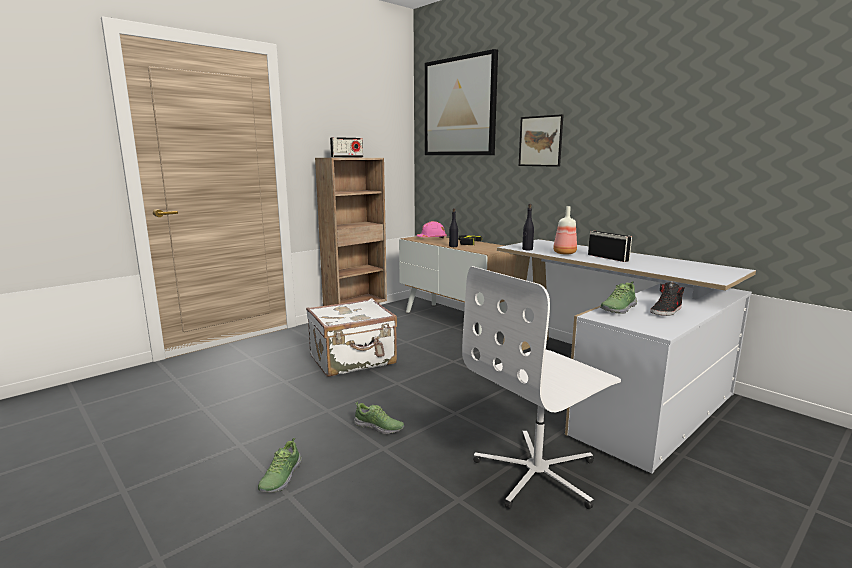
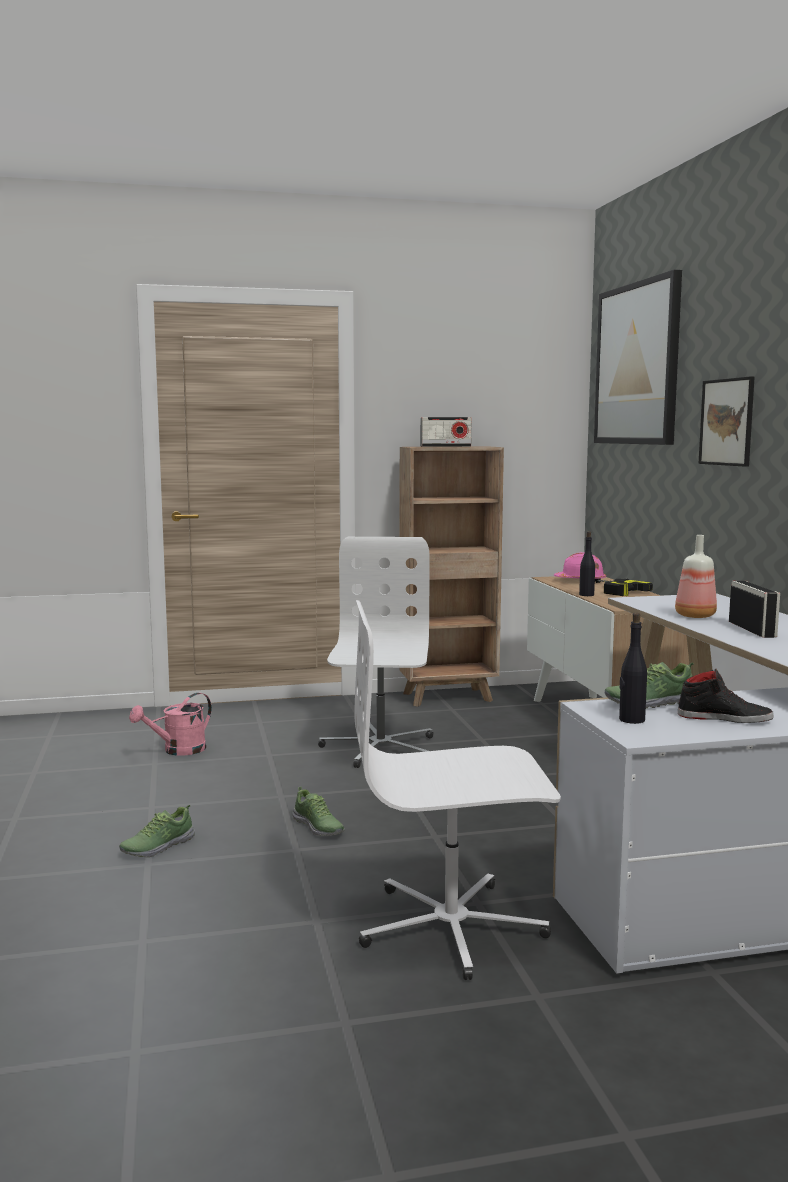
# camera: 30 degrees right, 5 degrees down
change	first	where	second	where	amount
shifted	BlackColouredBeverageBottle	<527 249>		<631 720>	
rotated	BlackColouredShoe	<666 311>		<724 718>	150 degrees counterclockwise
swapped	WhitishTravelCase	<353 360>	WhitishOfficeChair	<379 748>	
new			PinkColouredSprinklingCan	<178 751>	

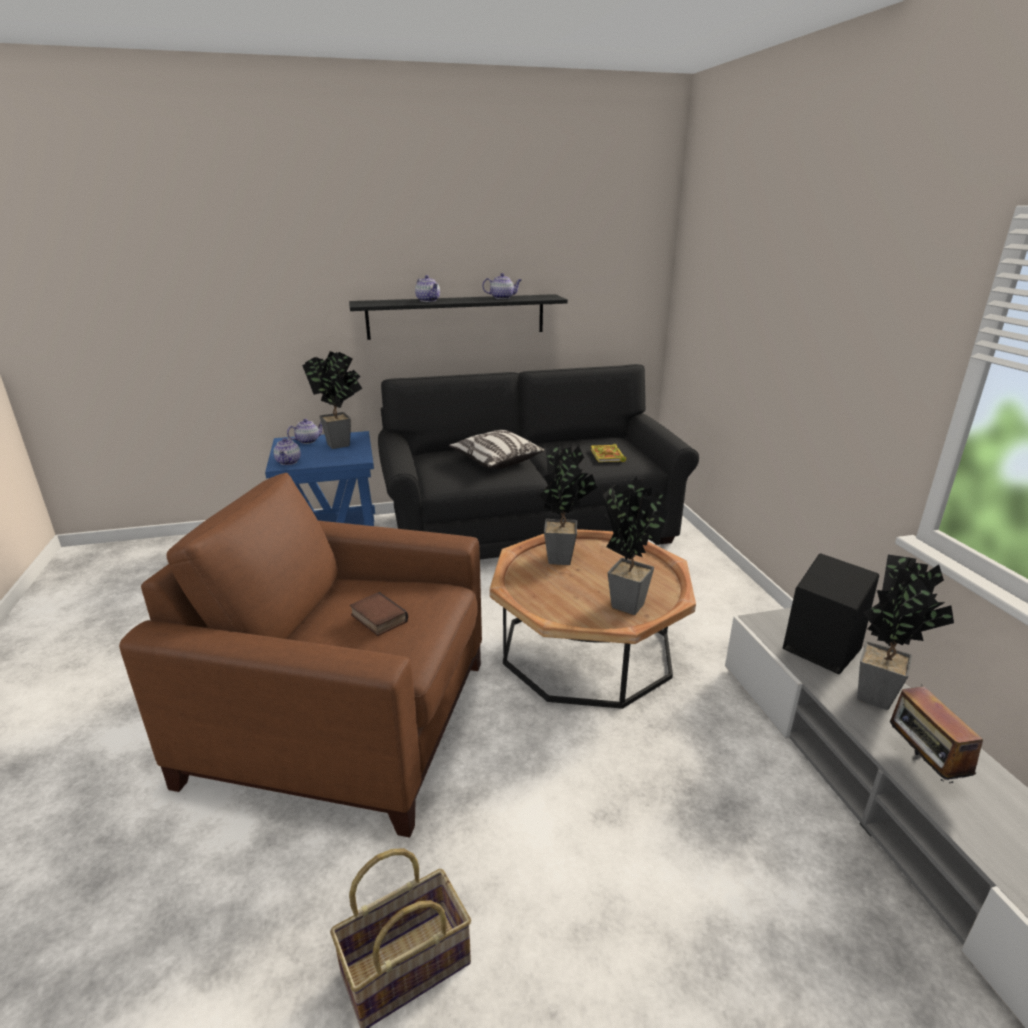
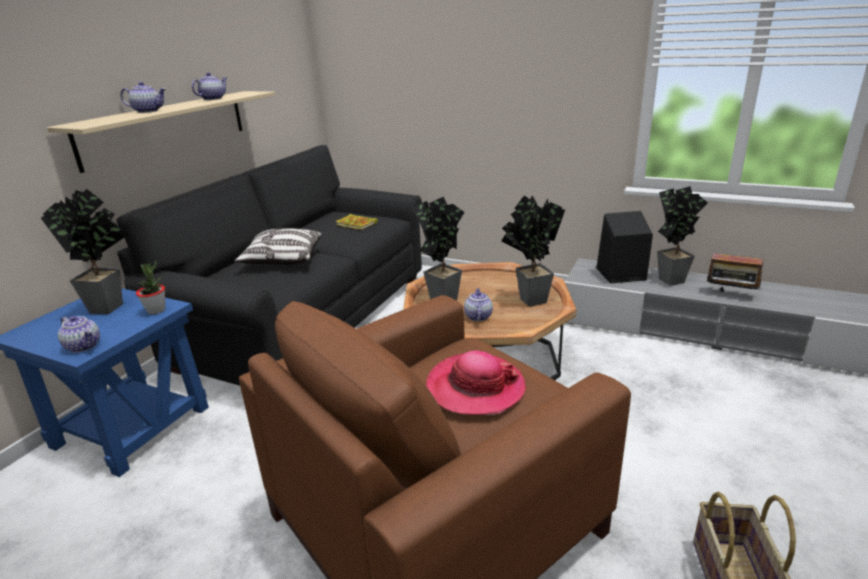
# camera: 50 degrees left, 0 degrees up
change	first	where	second	where	amount
repainted	BlackColouredBracketShelf	<456 316>	SandColouredBracketShelf	<167 127>	
shifted	TeaPot	<308 441>		<478 316>	
swapped	Book	<377 618>	WearableHat	<475 387>	
new			Houseplant	<156 310>	

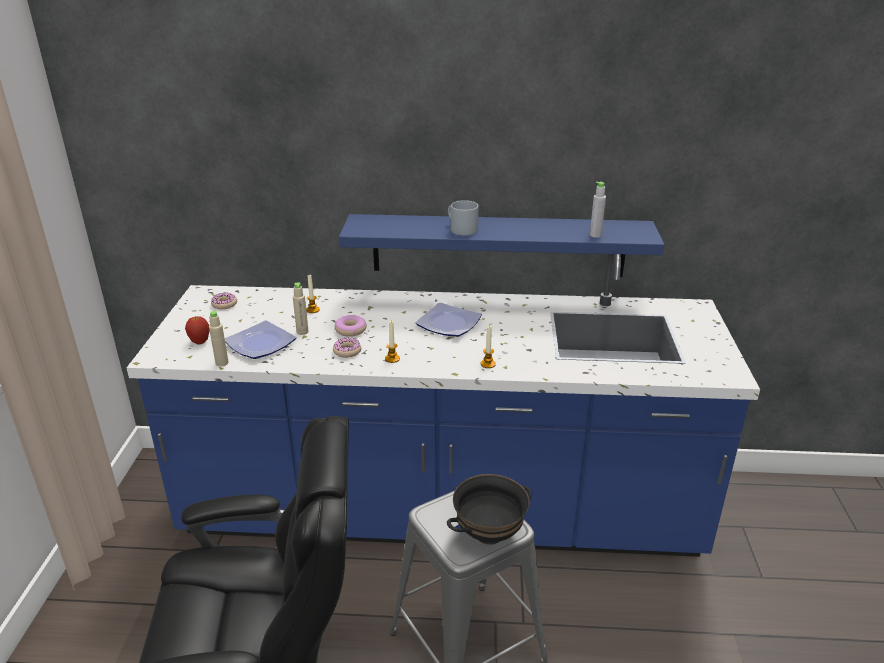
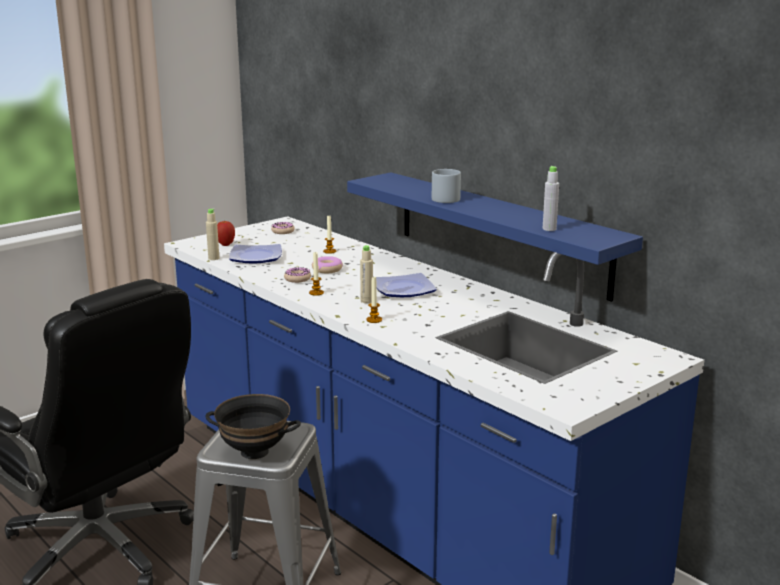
# camera: 45 degrees right, 10 degrees down
change	first	where	second	where	amount
shifted	SandColouredBeverageBottle	<302 332>		<366 301>	

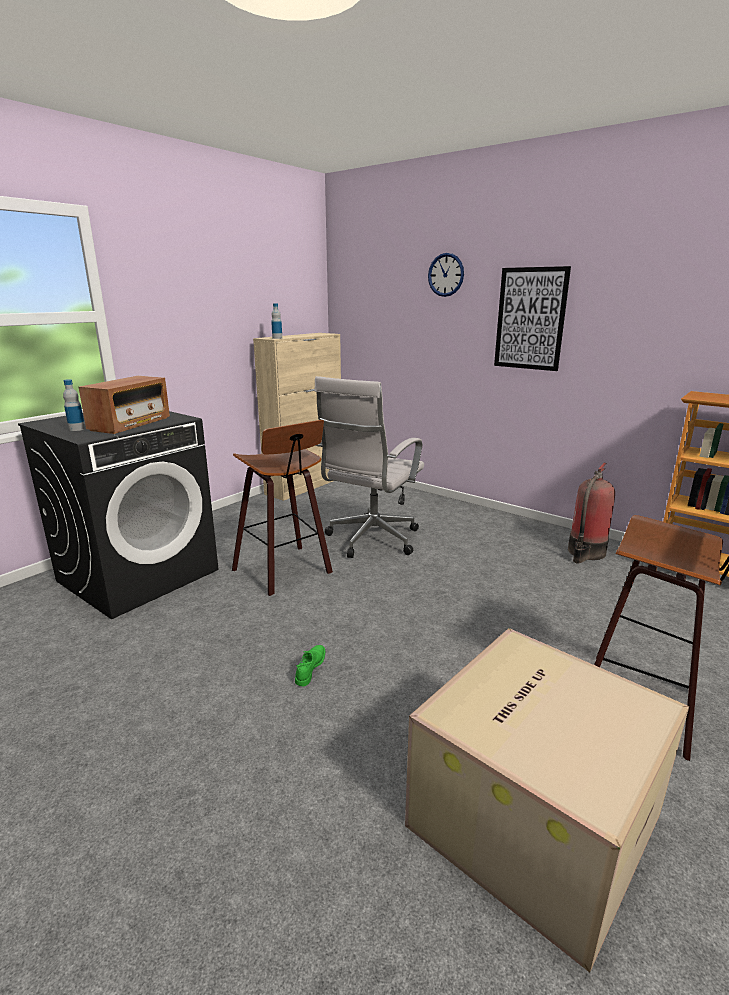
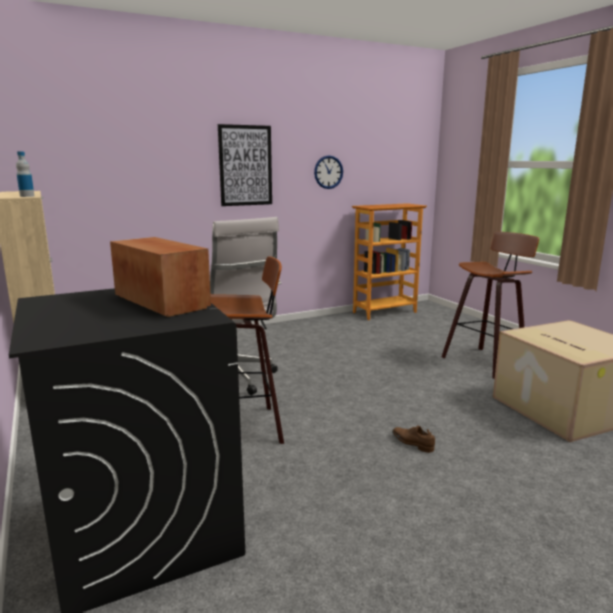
# camera: 65 degrees left, 5 degrees down
change	first	where	second	where	amount
shifted	HangingClock	<446 275>		<328 172>	
gone	BeverageBottle	<77 429>			
gone	Extinguisher	<585 553>			
repainted	GreenShoe	<310 668>	BrownishShoe	<412 443>	

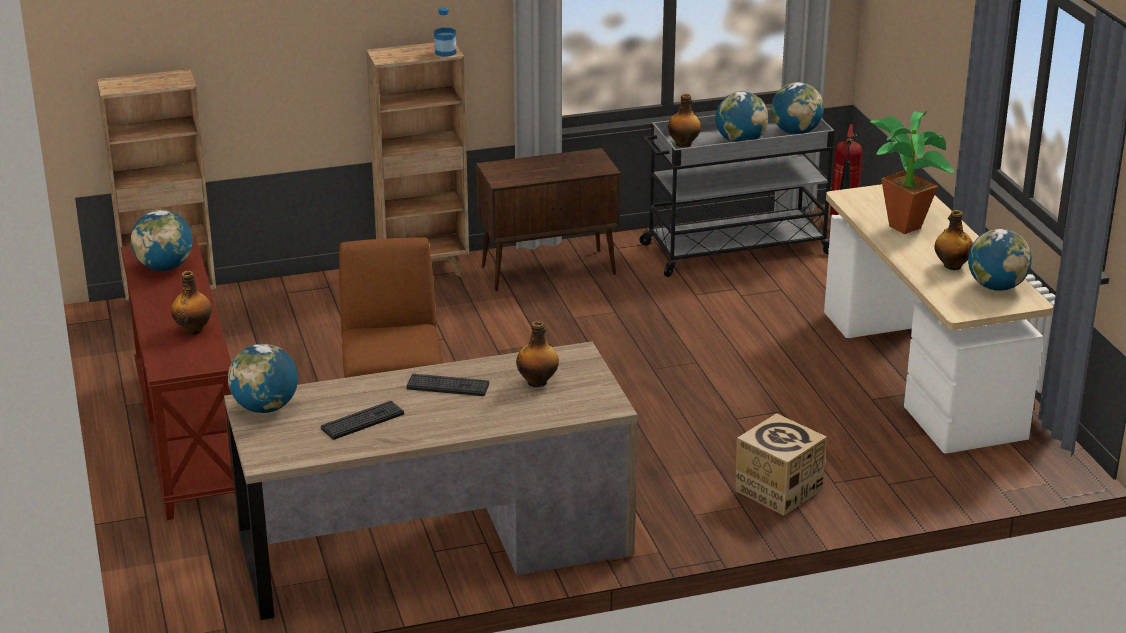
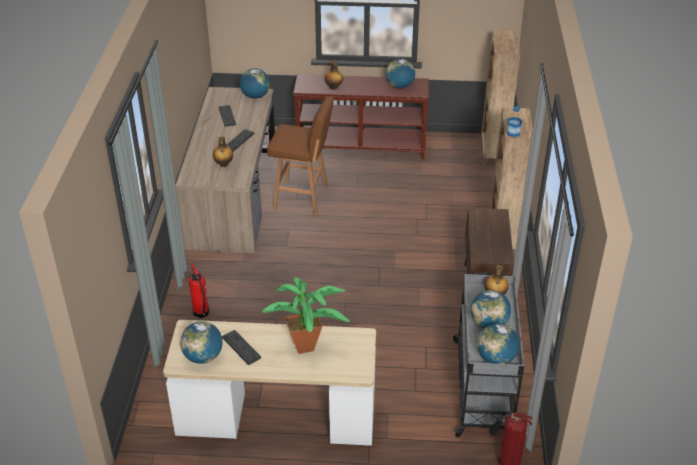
# camera: 110 degrees right, 10 degrees up
change	first	where	second	where	amount
swapped	BeverageBottle	<951 266>	PcKeyboard	<241 347>	
swapped	Carton	<778 490>	Extinguisher	<201 313>	

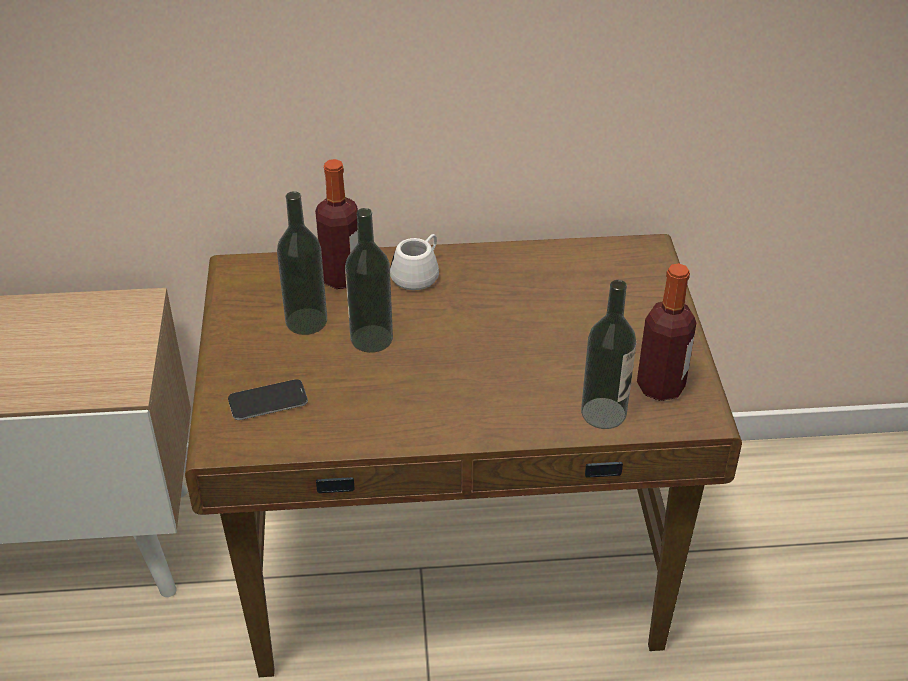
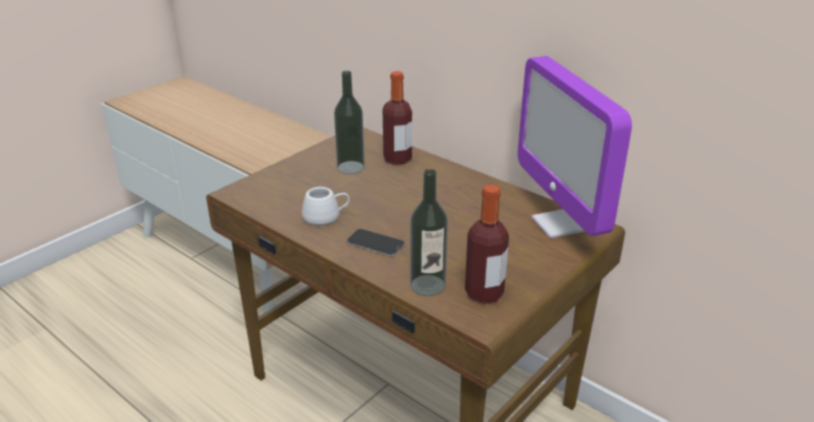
# camera: 45 degrees right, 10 degrees down
change	first	where	second	where	amount
gone	BeverageBottle	<371 338>			
shifted	WhitishMug	<418 273>		<326 216>	
shifted	Handset	<268 401>		<375 243>	
new			Monitor	<560 224>	

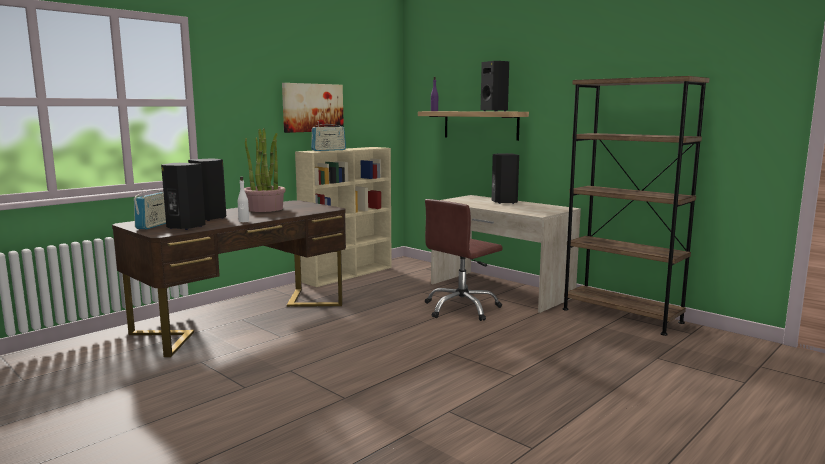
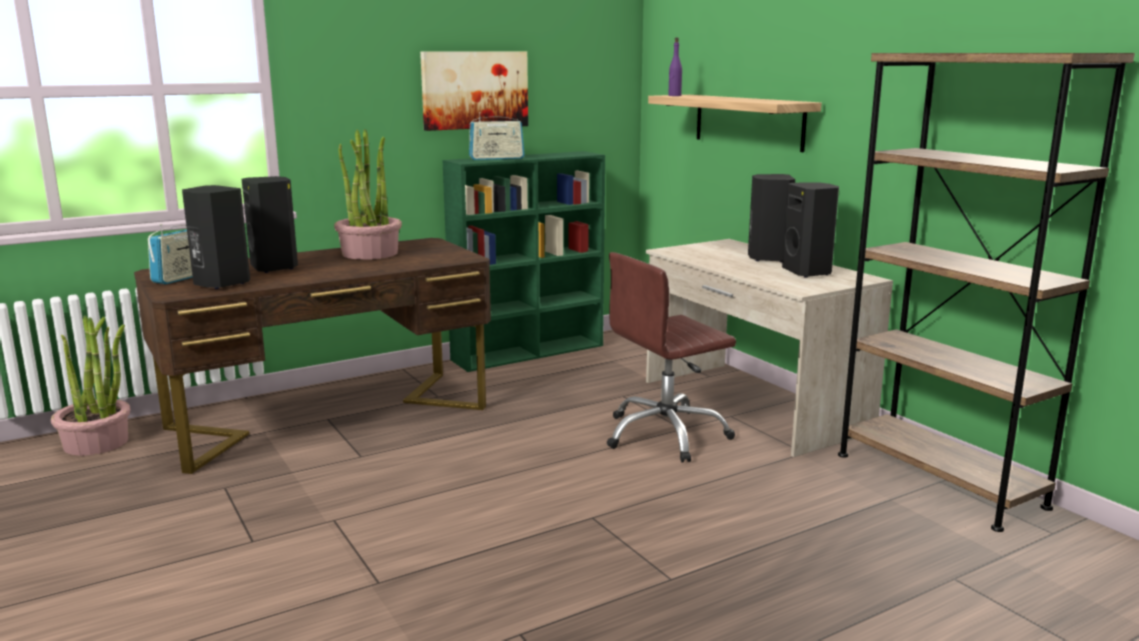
# camera: 15 degrees right, 5 degrees up
change	first	where	second	where	amount
shifted	BlackColouredSpeaker	<495 111>		<808 272>	
repainted	SandColouredBookshelf	<348 274>	GreenBookshelf	<529 352>	
gone	WhitishBeverageBottle	<244 221>			
new			Houseplant	<97 443>	

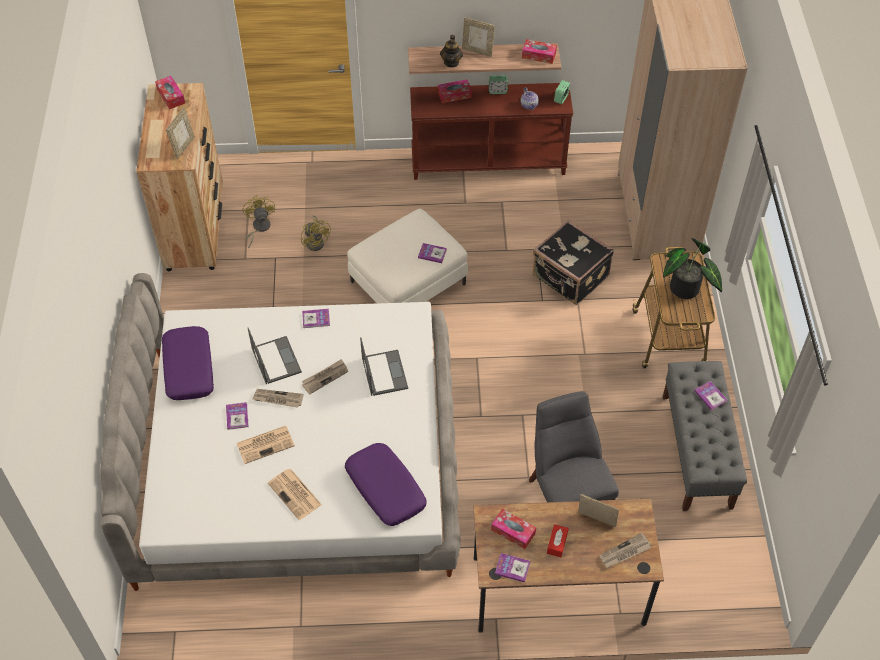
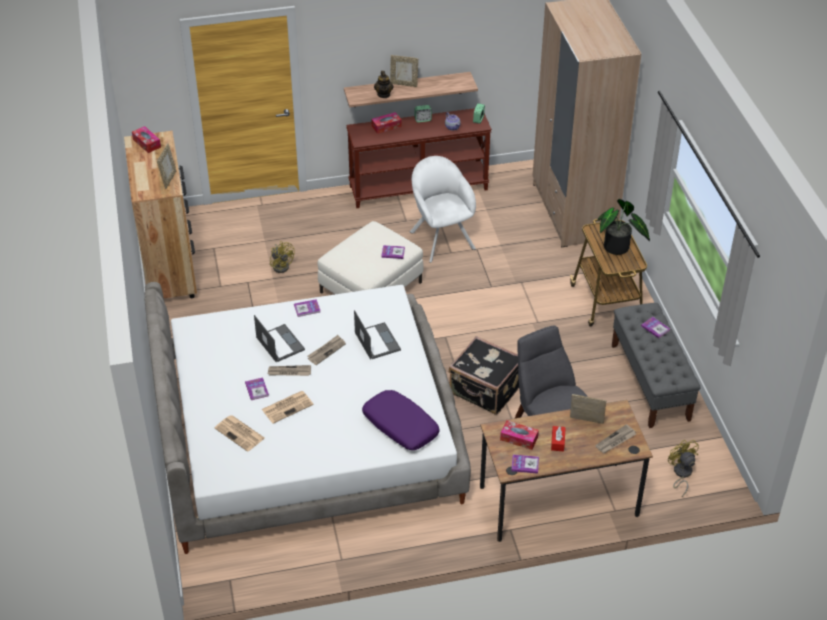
# camera: 10 degrees left, 10 degrees down
change	first	where	second	where	amount
gone	TissueHolder	<539 55>			
shifted	YellowishElectricFan	<259 228>		<681 474>	
shifted	BlackColouredTravelCase	<570 277>		<485 391>	
gone	PurpleCushion	<188 368>			
shifted	DailyPaper	<295 494>		<240 433>	
new			WhitishEasyChair	<441 238>	

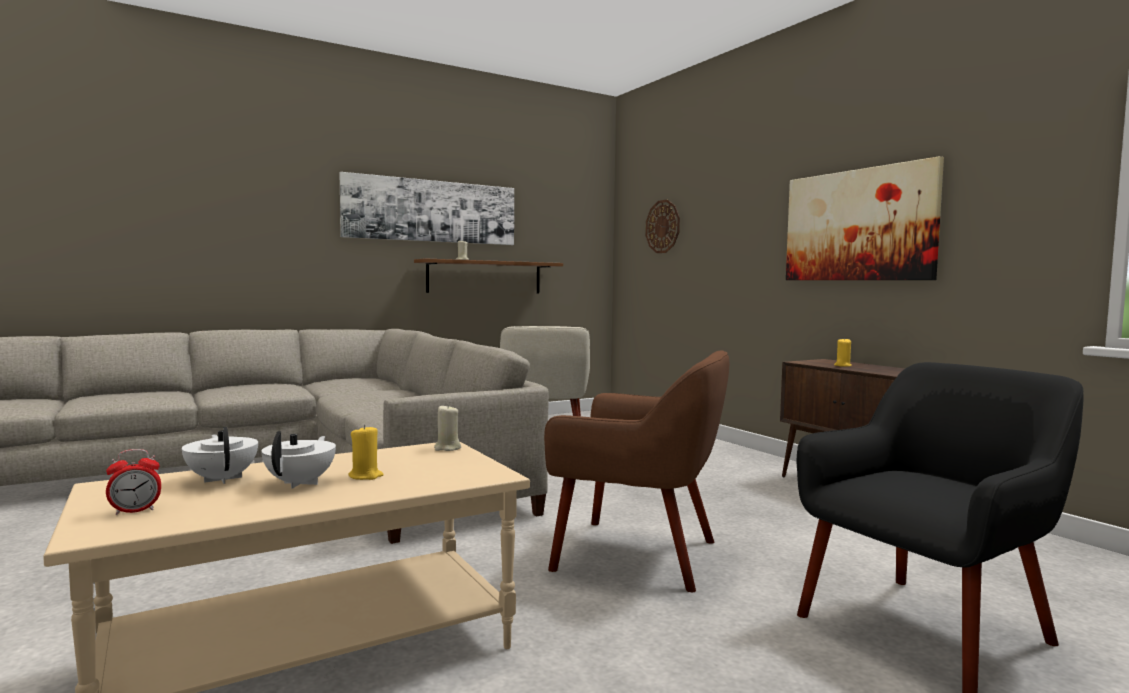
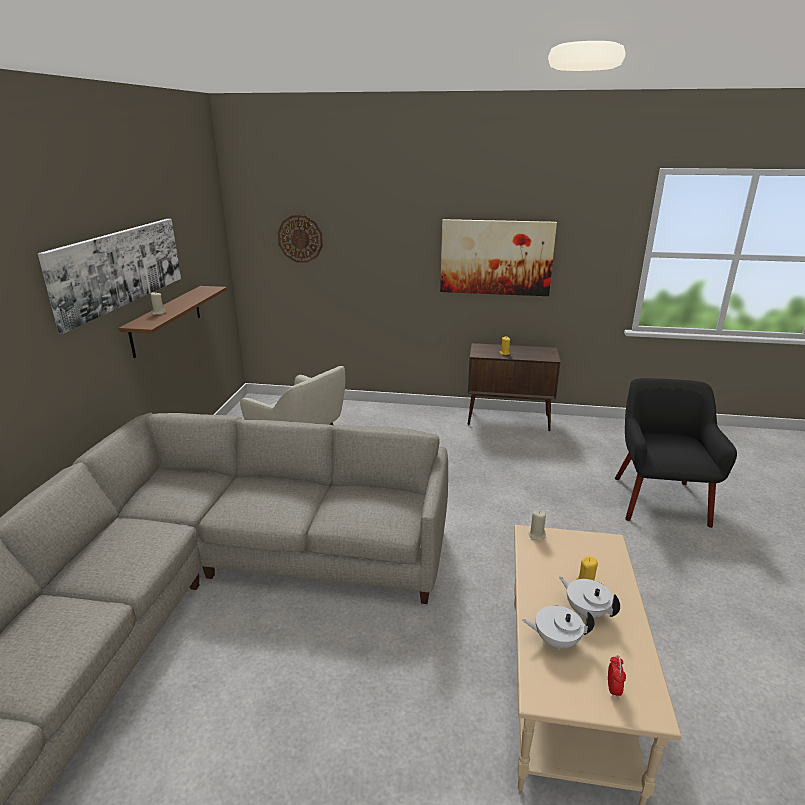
# camera: 50 degrees left, 20 degrees up
change	first	where	second	where	amount
gone	BrownishEasyChair	<639 554>			

